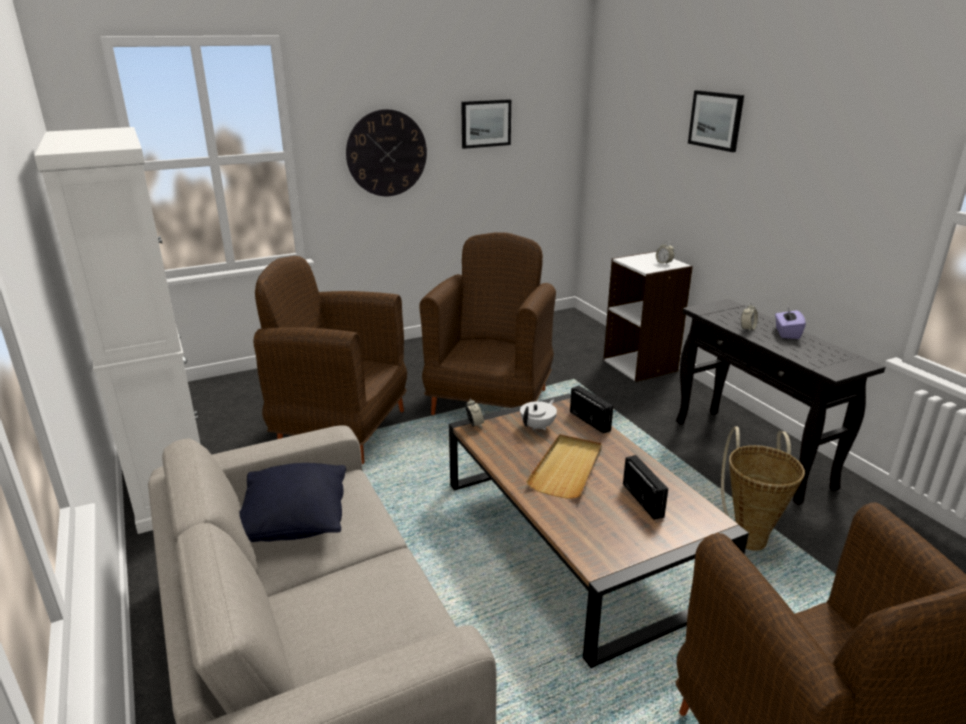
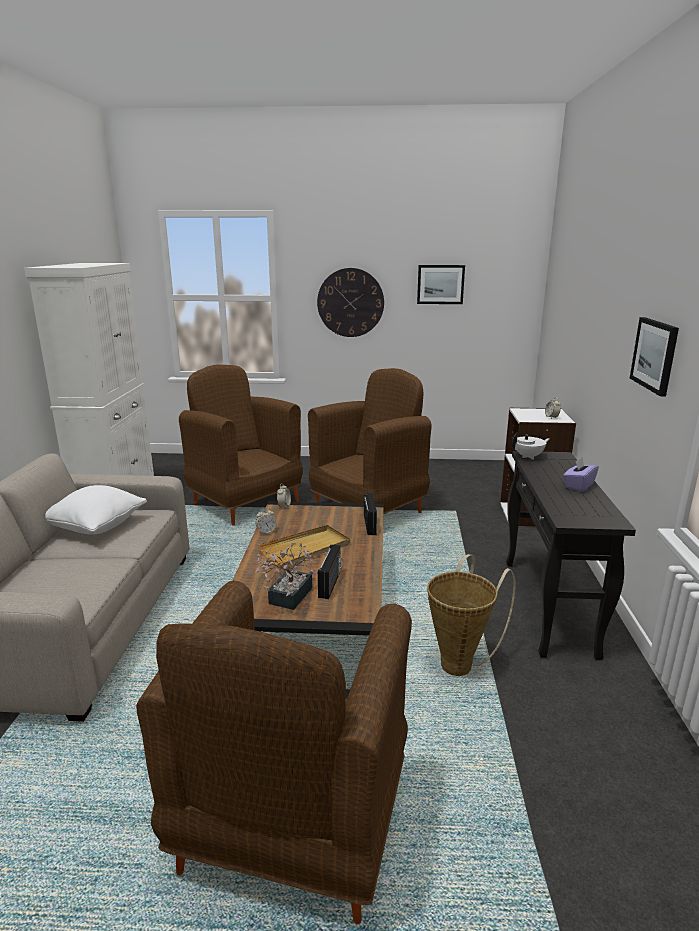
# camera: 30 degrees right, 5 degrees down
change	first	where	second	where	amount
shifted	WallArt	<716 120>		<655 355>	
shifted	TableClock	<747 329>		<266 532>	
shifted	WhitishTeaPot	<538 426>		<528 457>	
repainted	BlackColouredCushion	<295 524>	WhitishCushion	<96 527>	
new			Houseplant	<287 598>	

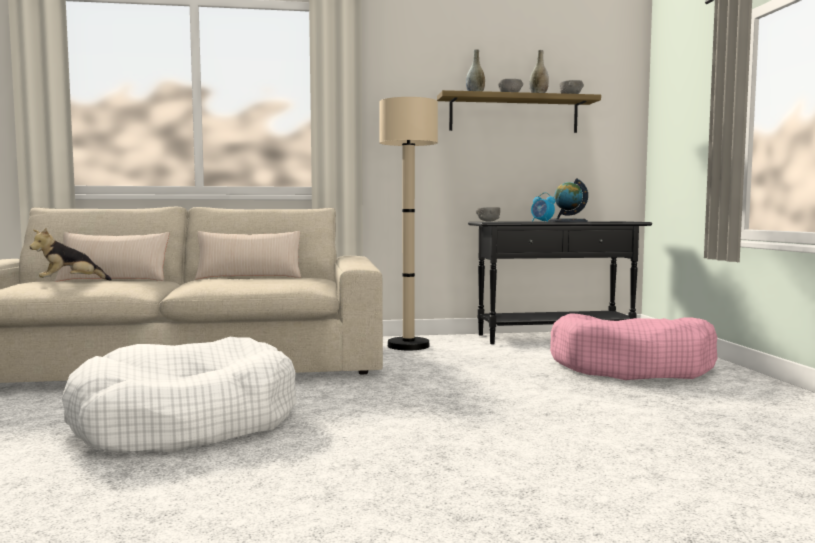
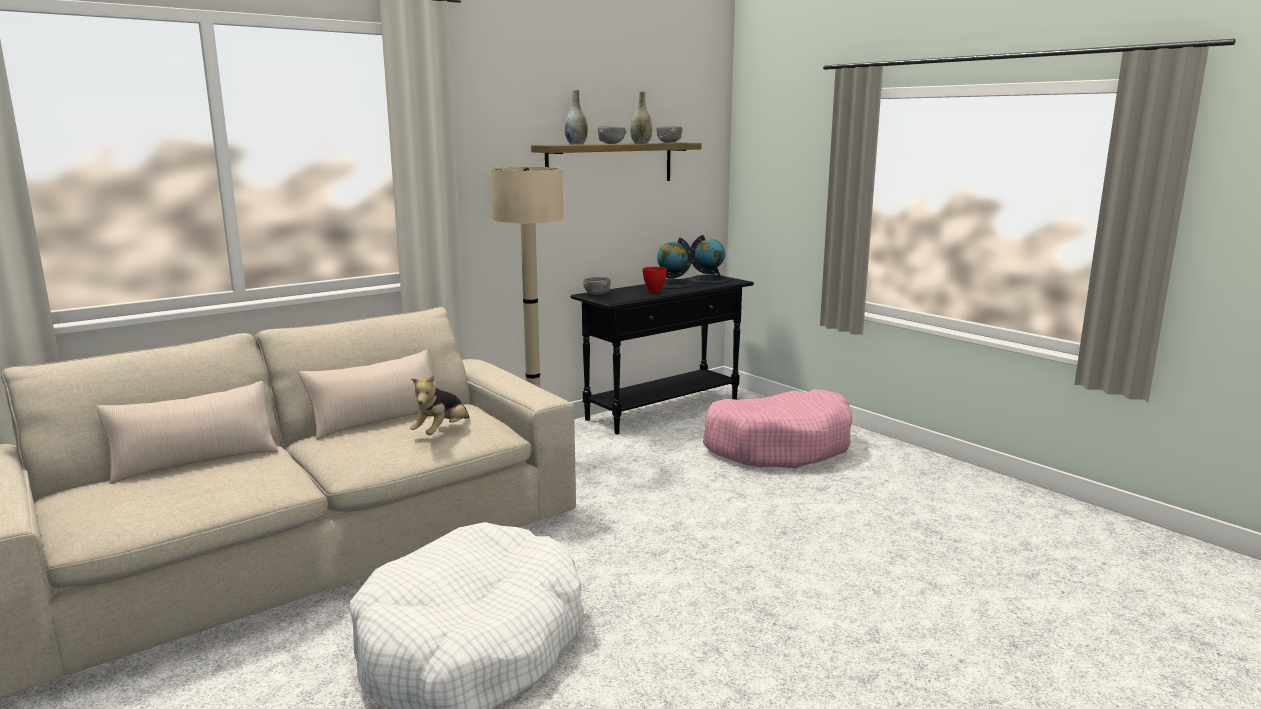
# camera: 30 degrees left, 10 degrees up
change	first	where	second	where	amount
swapped	TableClock	<542 221>	RedDeepDish	<655 291>	
shifted	PlushToy	<70 283>		<442 432>	
new			DeskGlobe	<709 280>	

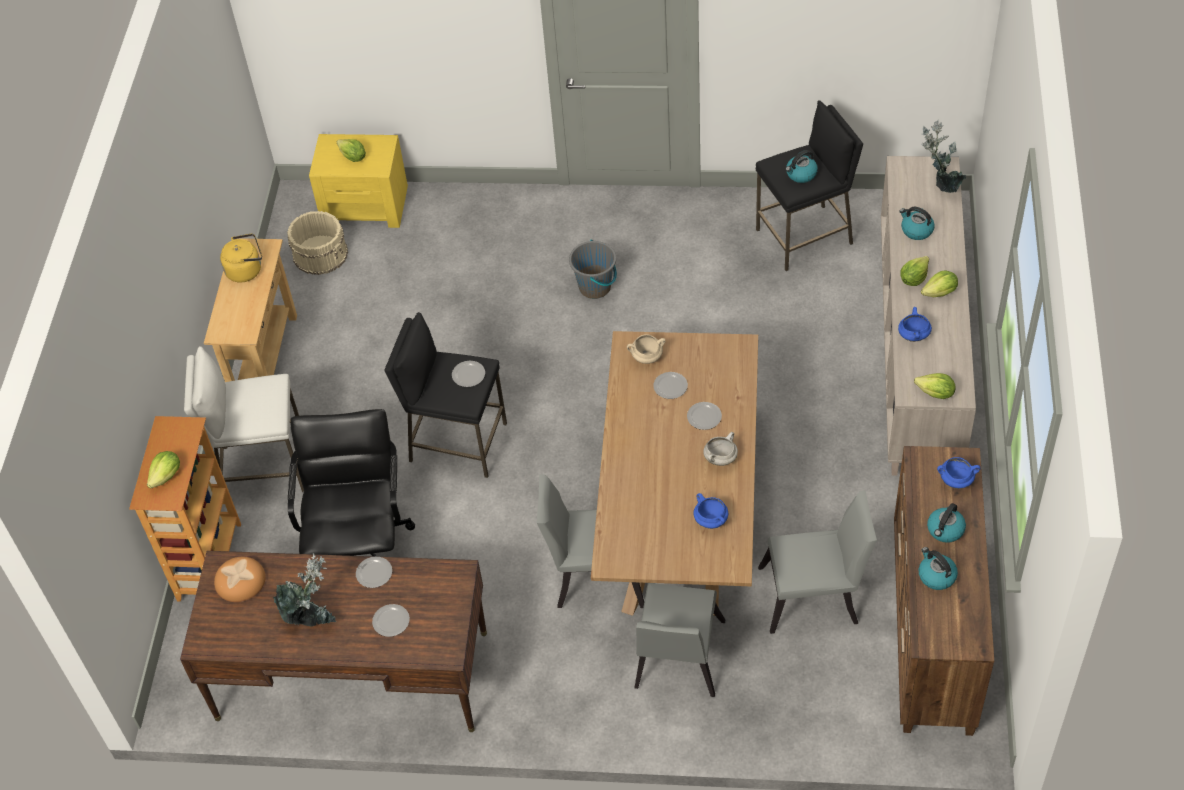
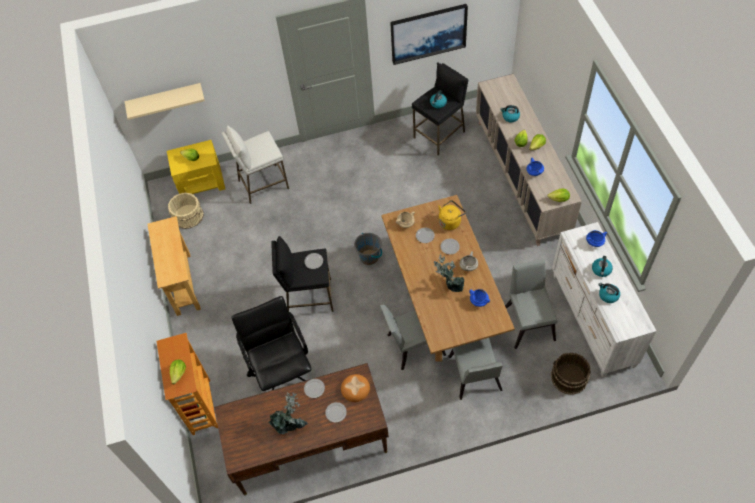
# camera: 20 degrees left, 5 degrees up
change	first	where	second	where	amount
shifted	Houseplant	<941 185>		<449 285>	
shifted	YellowishWaterKettle	<246 270>		<450 221>	
shifted	GreyPail	<595 287>		<369 257>	
shifted	WhitishSittingStool	<263 468>		<263 184>	
repainted	BrownishChestOfDrawers	<931 631>	WhitishChestOfDrawers	<592 320>	
rotated	GreyPlainChair	<815 595>		<528 320>	75 degrees counterclockwise
shifted	Bread	<241 581>		<355 388>	
new			WallArt	<428 33>	
new			SandColouredBracketShelf	<165 99>	
new			BrownishPail	<568 378>	

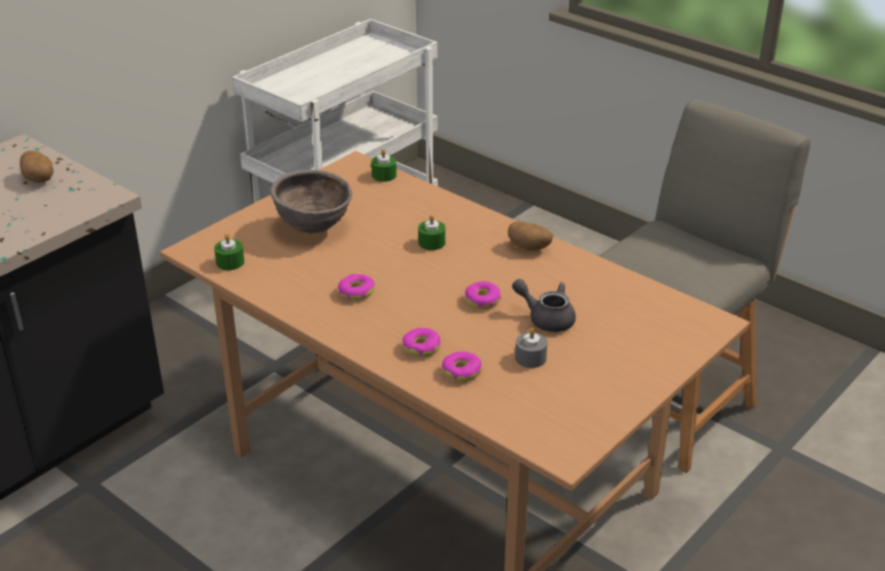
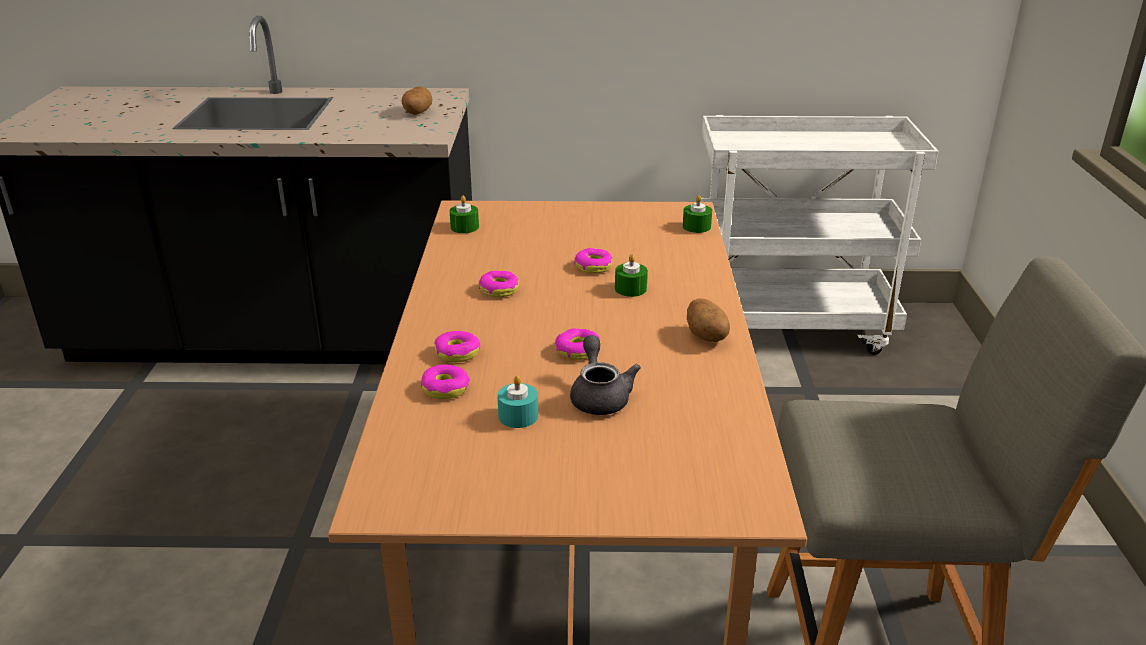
# camera: 50 degrees right, 5 degrees down
change	first	where	second	where	amount
gone	BrownishDeepDish	<314 229>			
repainted	GreyWaxCandle	<530 358>	TurquoiseColouredWaxCandle	<518 416>	
new			Donut	<593 267>	

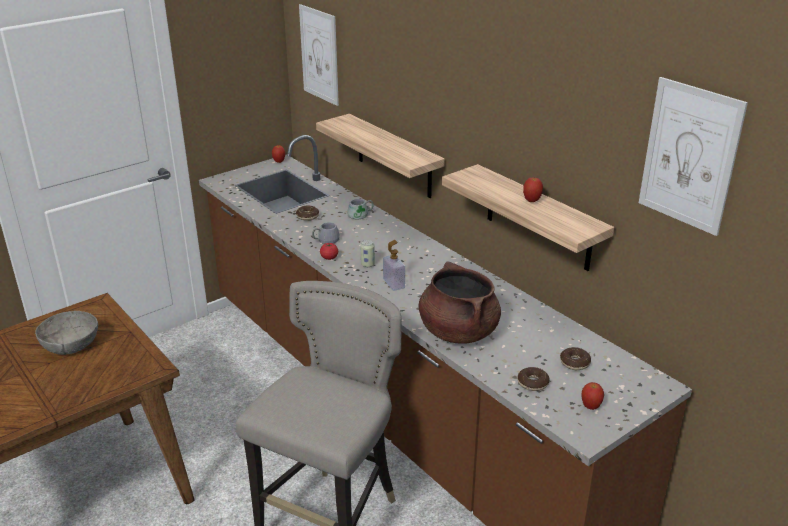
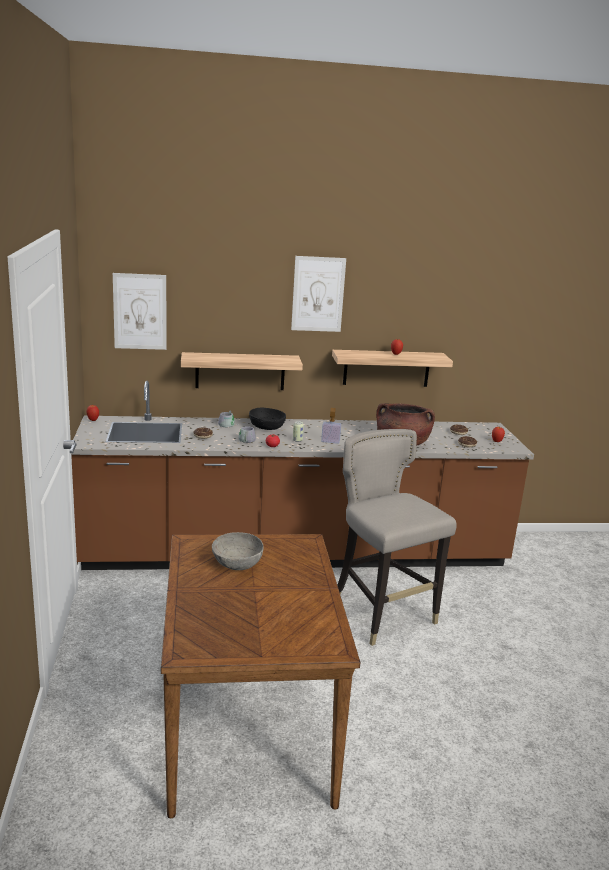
# camera: 60 degrees left, 10 degrees down
change	first	where	second	where	amount
shifted	WallArt	<689 156>		<318 294>	
new			BlackColouredDeepDish	<267 427>	

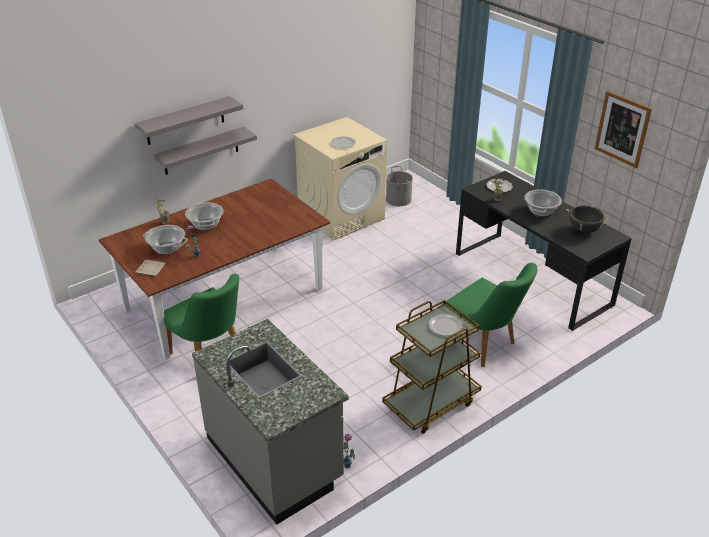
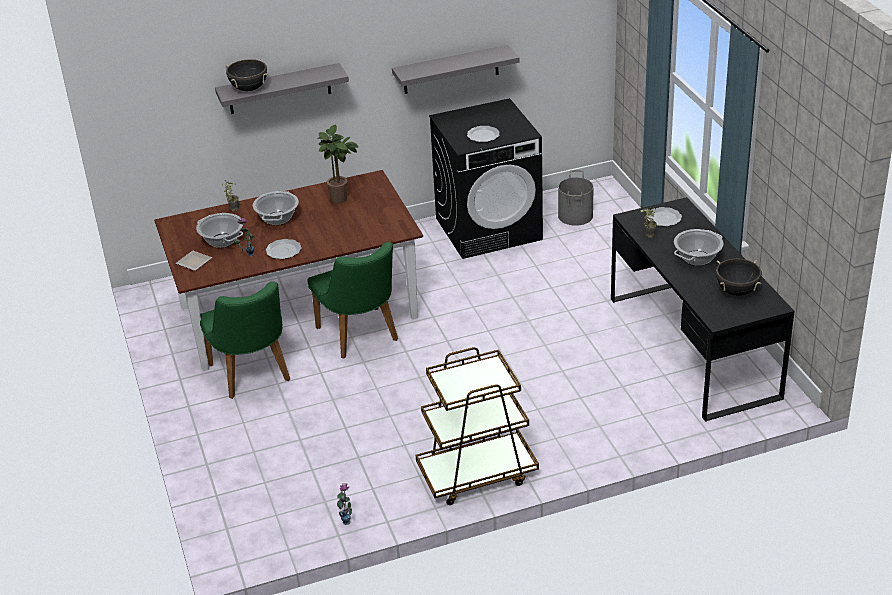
# camera: 20 degrees right, 0 degrees up
change	first	where	second	where	amount
gone	WallArt	<622 129>			
repainted	SandColouredWashingMachine	<341 216>	BlackColouredWashingMachine	<489 228>	
shifted	GreyBracketShelf	<201 151>		<451 70>	
shifted	GreenPlainChair	<484 346>		<361 337>	
shifted	DinnerPlate	<445 326>		<283 251>	
gone	GreyKitchenCounter	<275 459>			
new			BlackColouredSaucepot	<249 89>	
new			Houseplant	<341 200>	

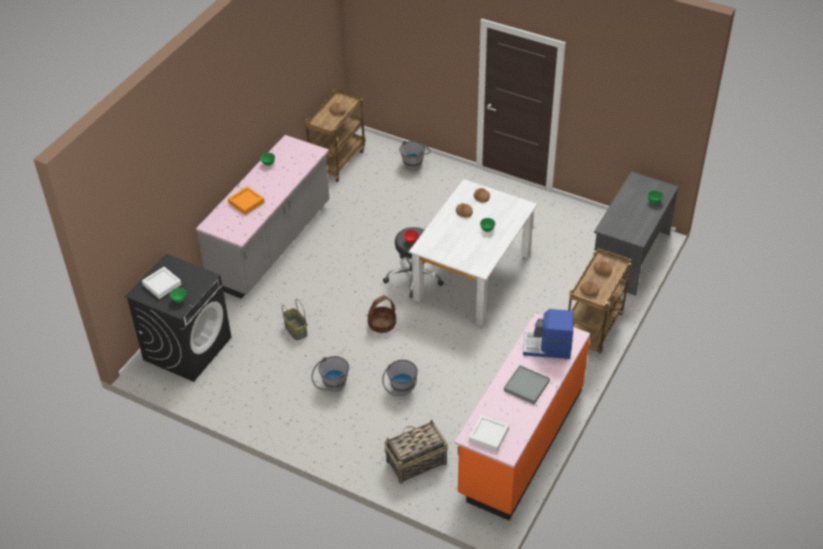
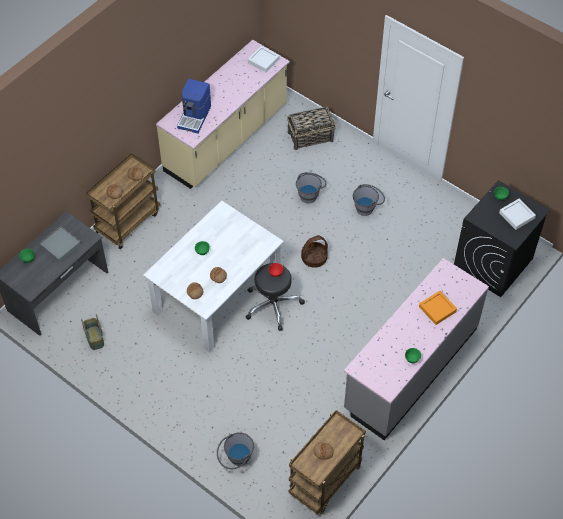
# camera: 170 degrees left, 10 degrees up
change	first	where	second	where	amount
shifted	HouseholdBasket	<296 330>		<94 338>	
rotated	CoffeeBrewer	<547 347>		<195 117>	90 degrees clockwise
repainted	OrangeyKitchenCounter	<520 441>	SandColouredKitchenCounter	<226 139>	
shifted	GreyCarryingTray	<526 386>		<60 244>	

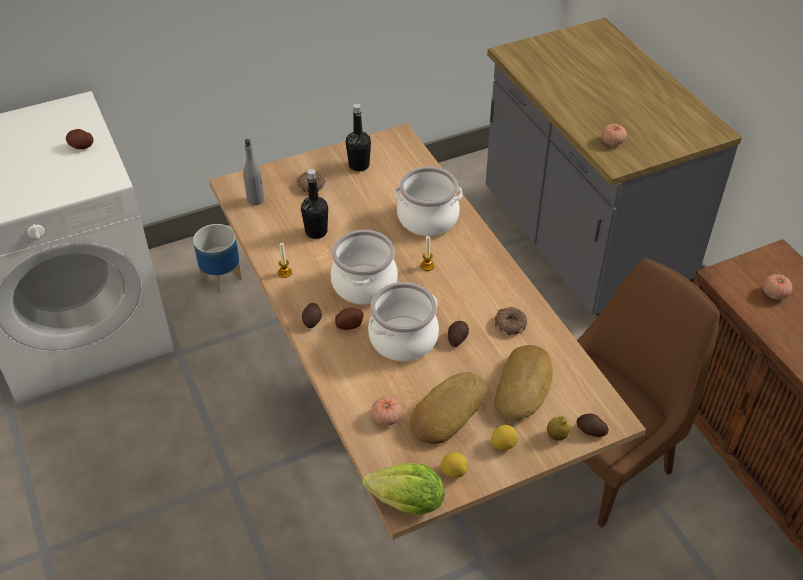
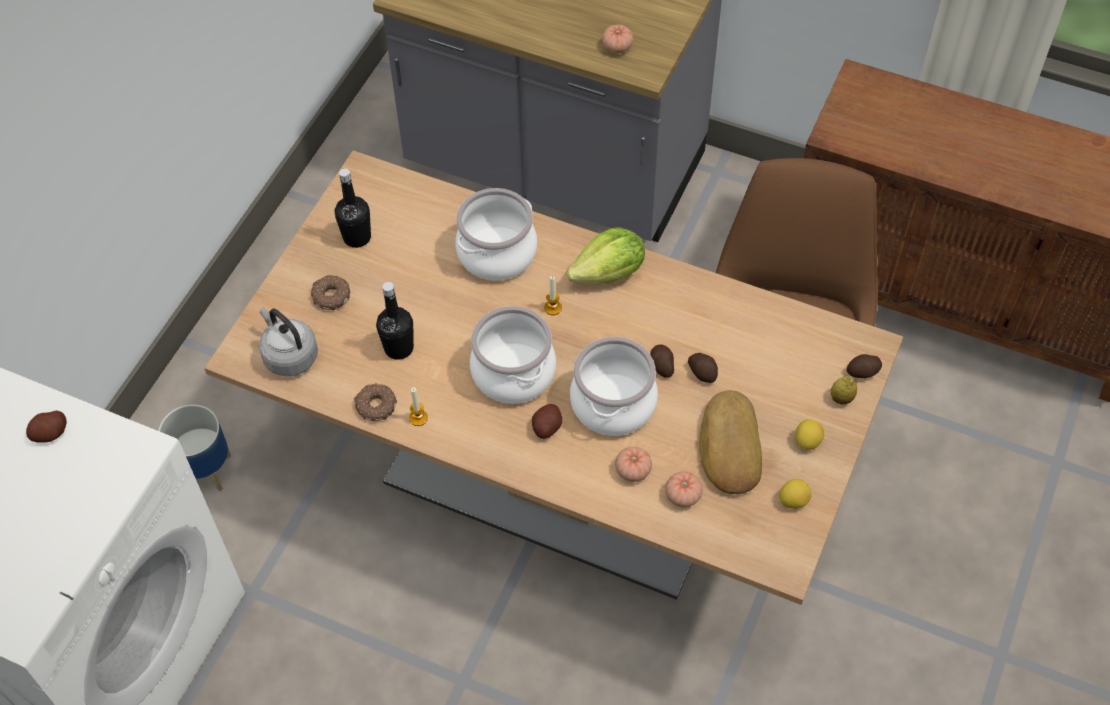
# camera: 40 degrees left, 10 degrees up
change	first	where	second	where	amount
swapped	GreyBeverageBottle	<256 200>	GreyWaterKettle	<289 356>	
shifted	FreshTomato	<774 293>		<633 470>	
shifted	Potato	<312 320>		<702 372>	
shifted	Donut	<510 324>		<375 406>	
gone	Bread	<524 387>			
shifted	Lettuce	<408 503>		<609 274>	

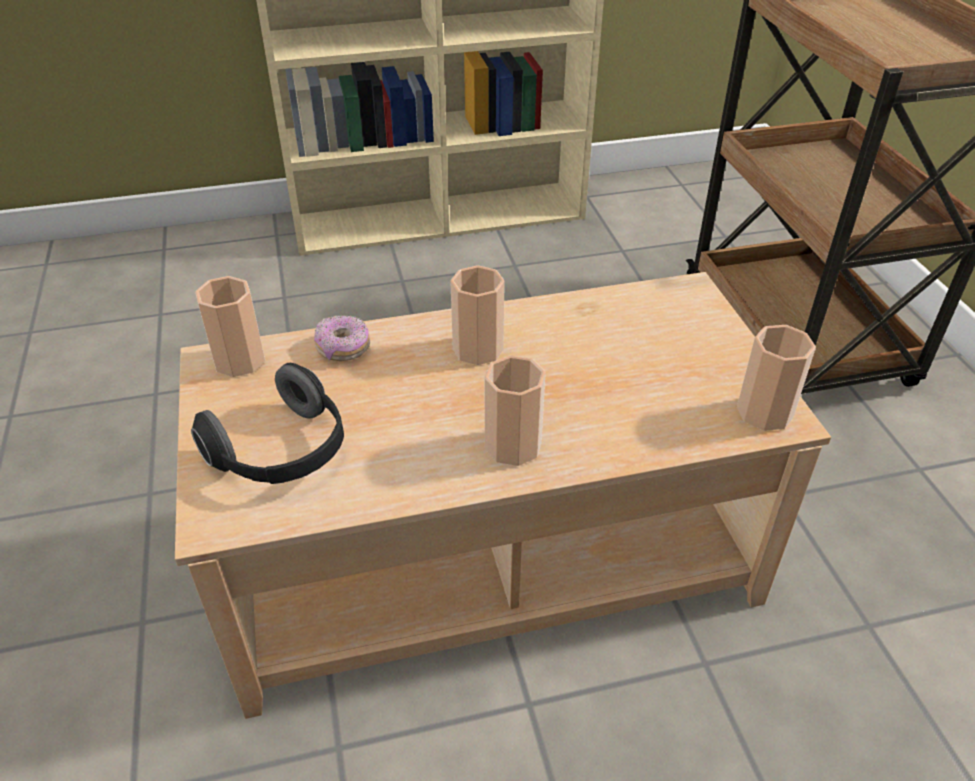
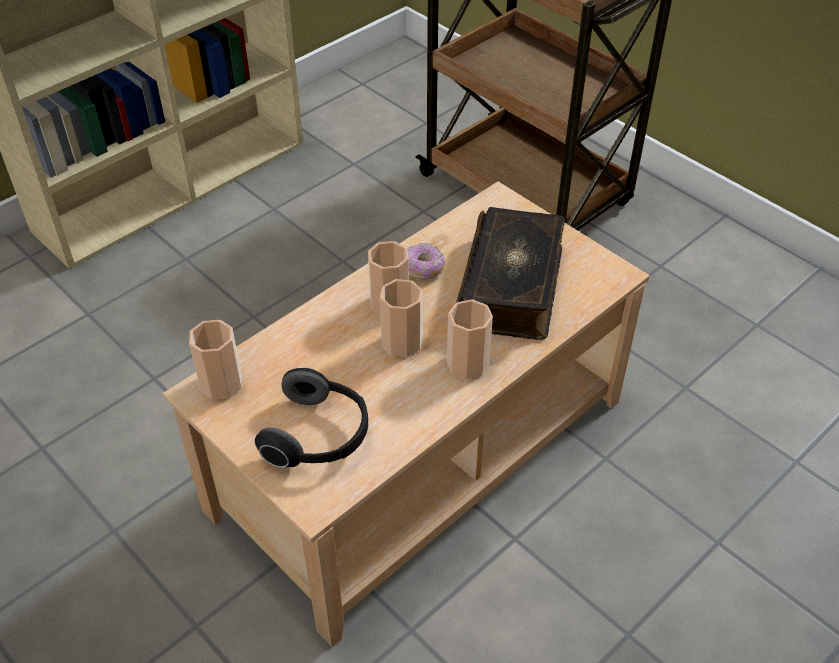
# camera: 30 degrees left, 5 degrees up
change	first	where	second	where	amount
shifted	Donut	<343 348>		<423 269>	
shifted	Cup	<764 412>		<402 342>	
new			Book	<512 286>	

